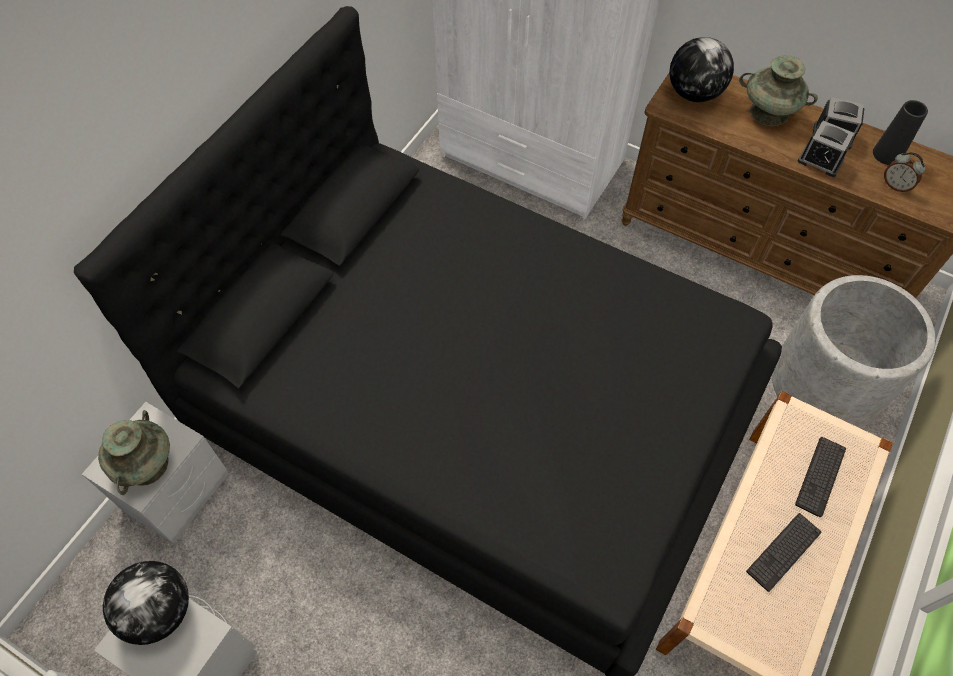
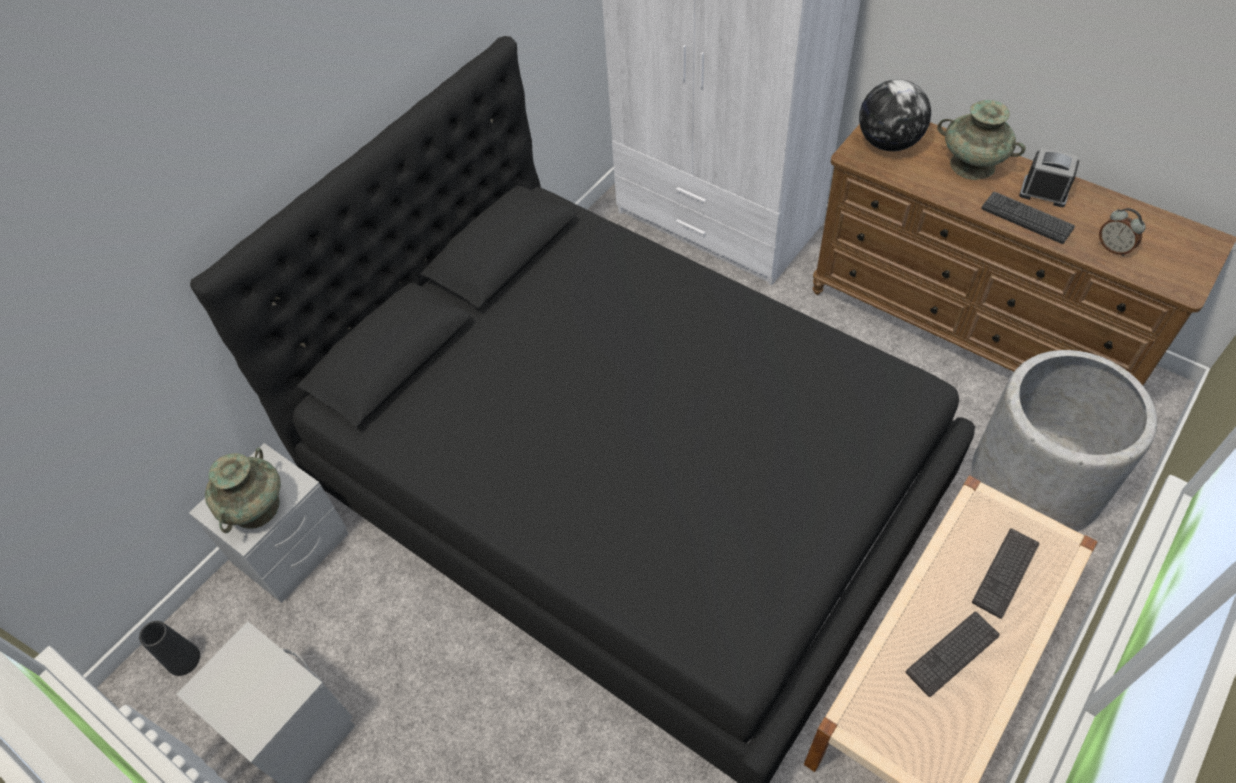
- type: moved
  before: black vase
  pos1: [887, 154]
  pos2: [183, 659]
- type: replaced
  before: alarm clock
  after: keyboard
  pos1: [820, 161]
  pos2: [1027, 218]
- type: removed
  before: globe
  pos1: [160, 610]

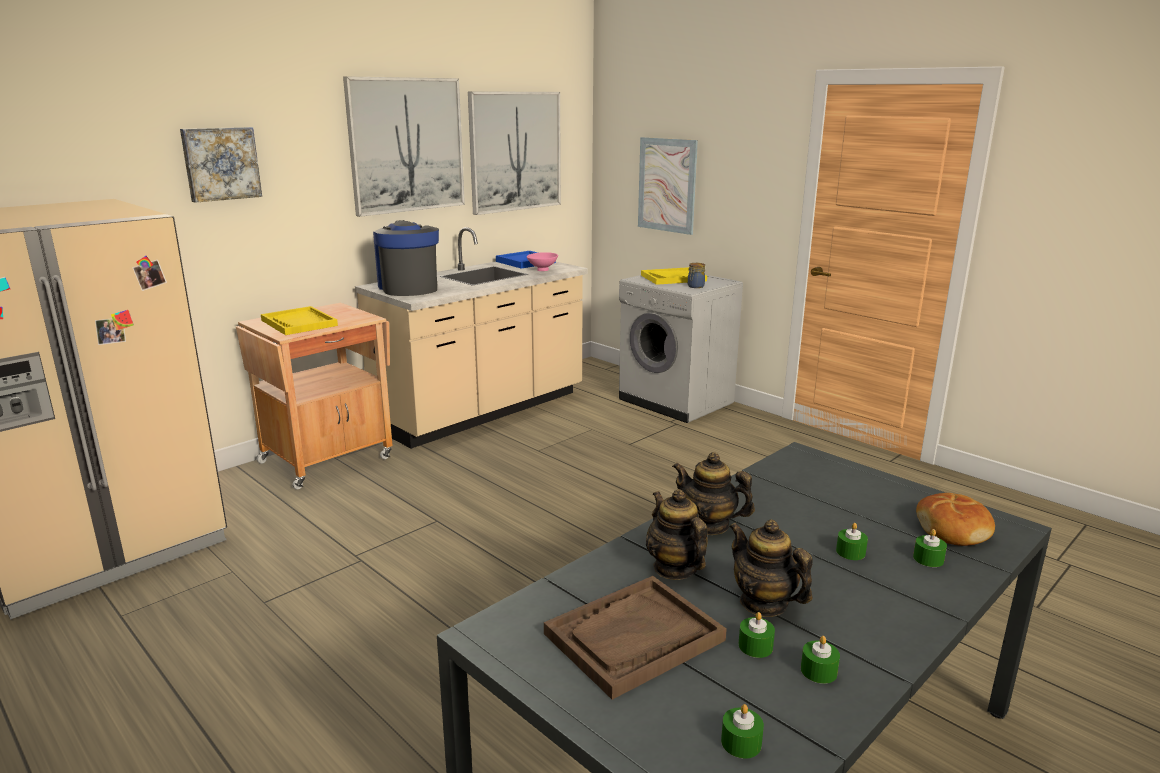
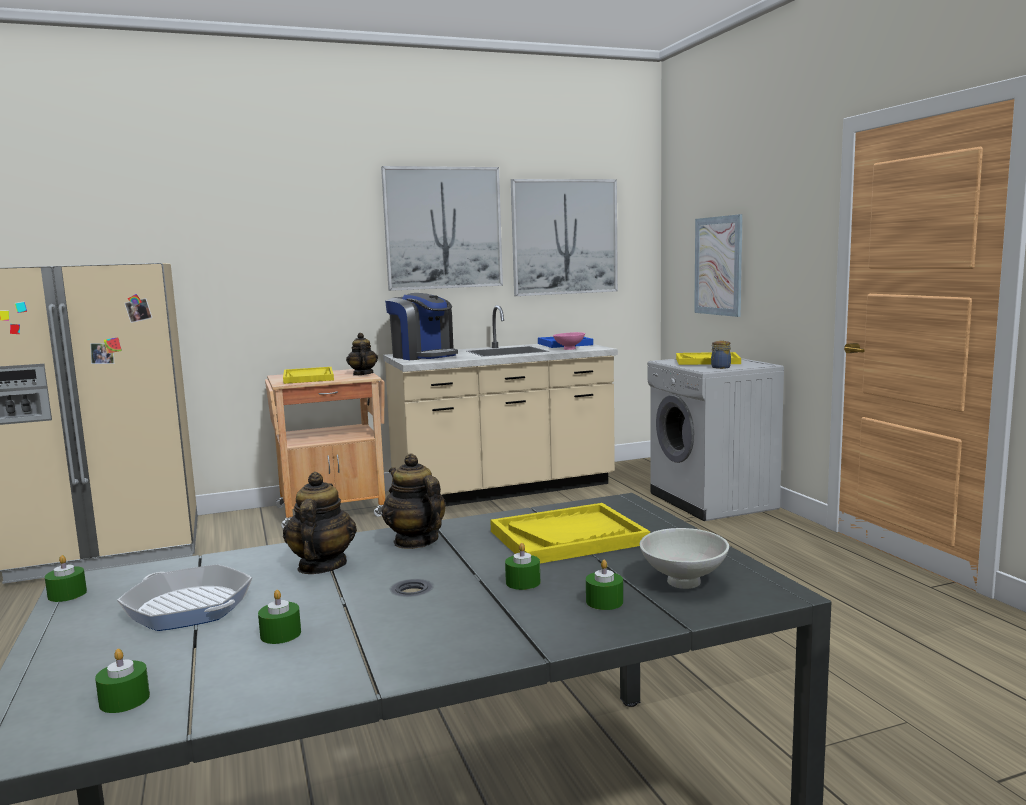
- type: moved
  before: green candle
  pos1: [818, 671]
  pos2: [67, 594]
- type: replaced
  before: brown tray
  after: frying pan
  pos1: [634, 637]
  pos2: [188, 606]
- type: moved
  before: teapot
  pos1: [764, 603]
  pos2: [362, 374]
- type: turned
  before: coffee machine
  pos1: [408, 287]
  pos2: [423, 356]
  turn: 135
- type: added
  after: yellow tray
  pos2: [568, 537]
- type: replaced
  before: bread
  after: white bowl
  pos1: [953, 530]
  pos2: [685, 583]
- type: removed
  before: picture
  pos1: [221, 163]

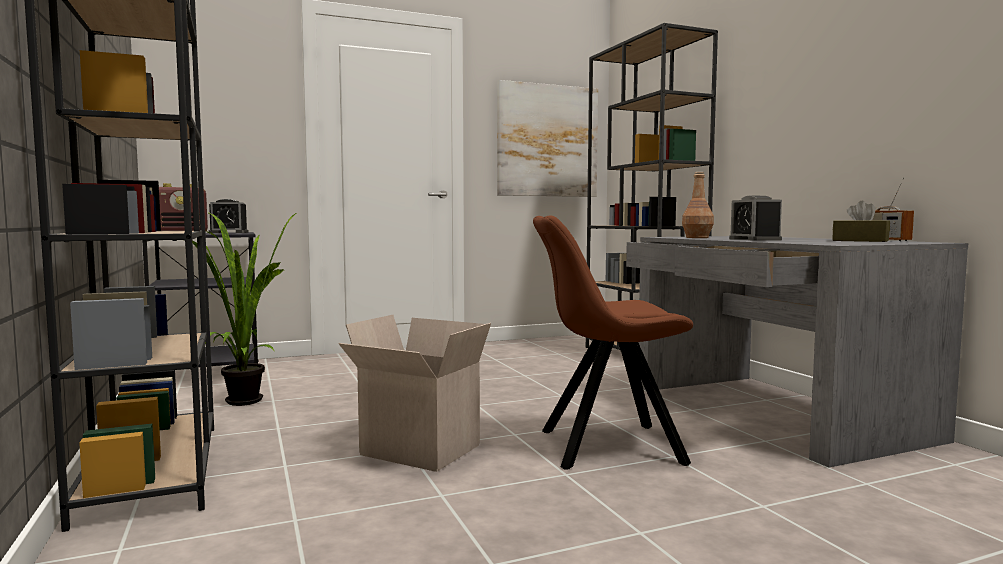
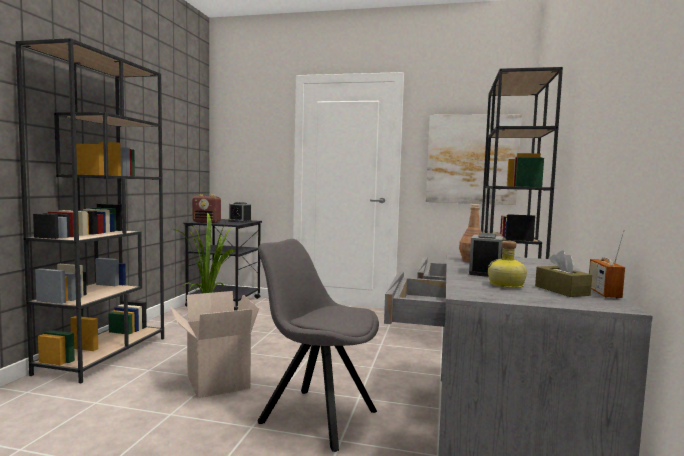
- type: recoloured
  before: brown chair
  after: grey chair
  pos1: [609, 446]
  pos2: [317, 417]
- type: added
  after: bottle
  pos2: [506, 285]

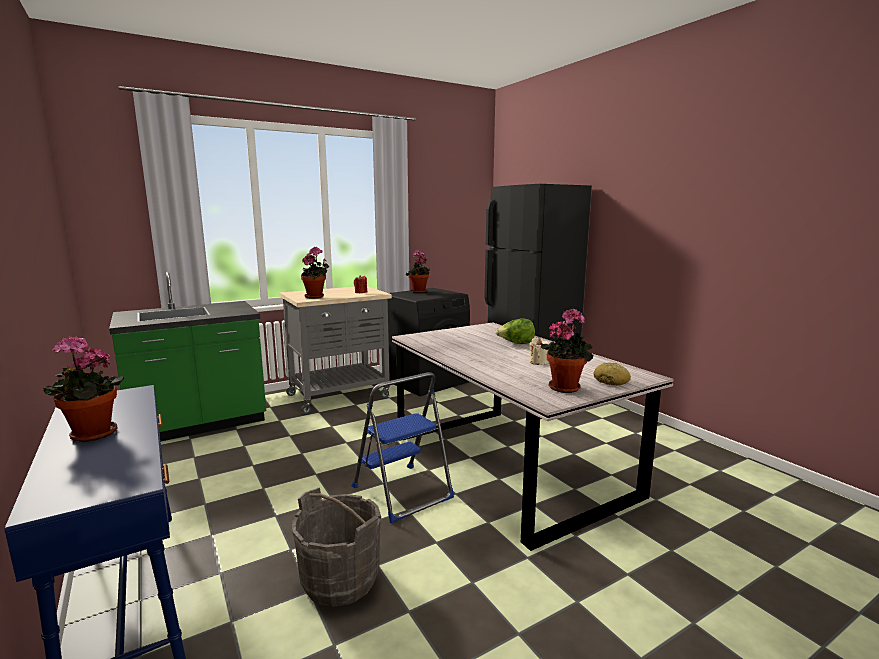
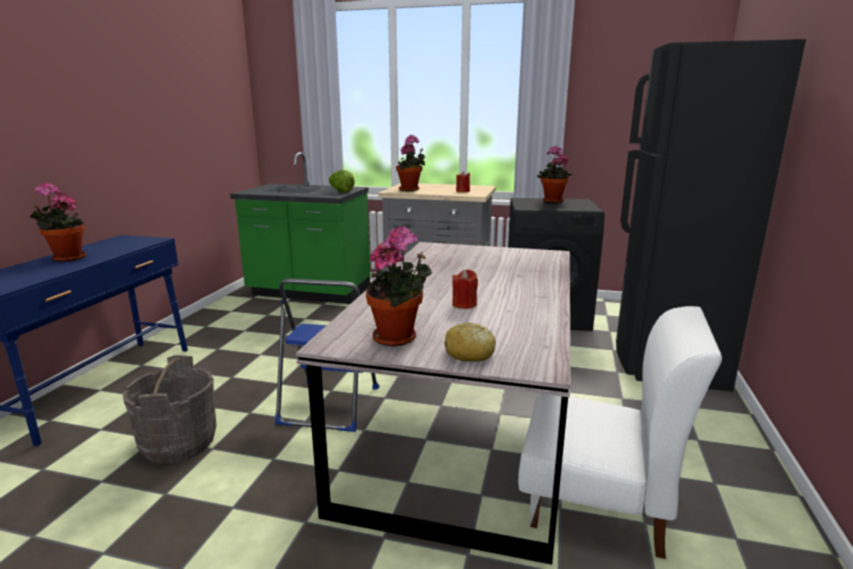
- type: moved
  before: lettuce
  pos1: [516, 344]
  pos2: [341, 191]
- type: recoloured
  before: beige candle
  after: red candle
  pos1: [538, 362]
  pos2: [464, 304]
- type: added
  after: white chair
  pos2: [596, 504]

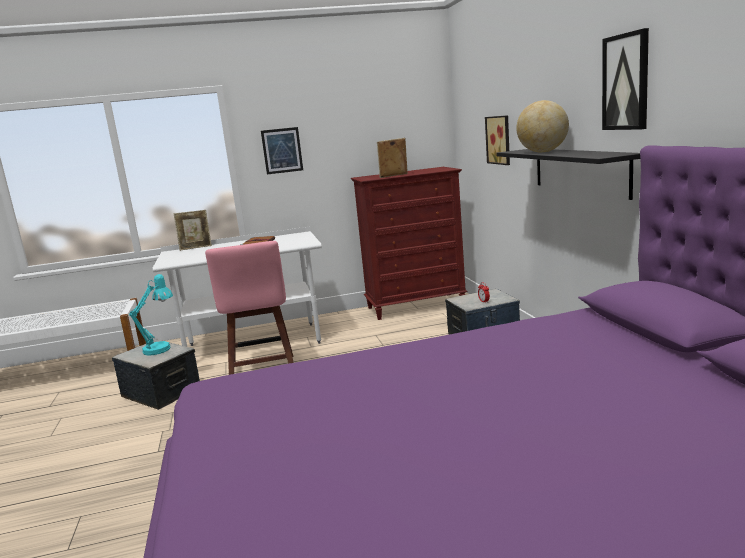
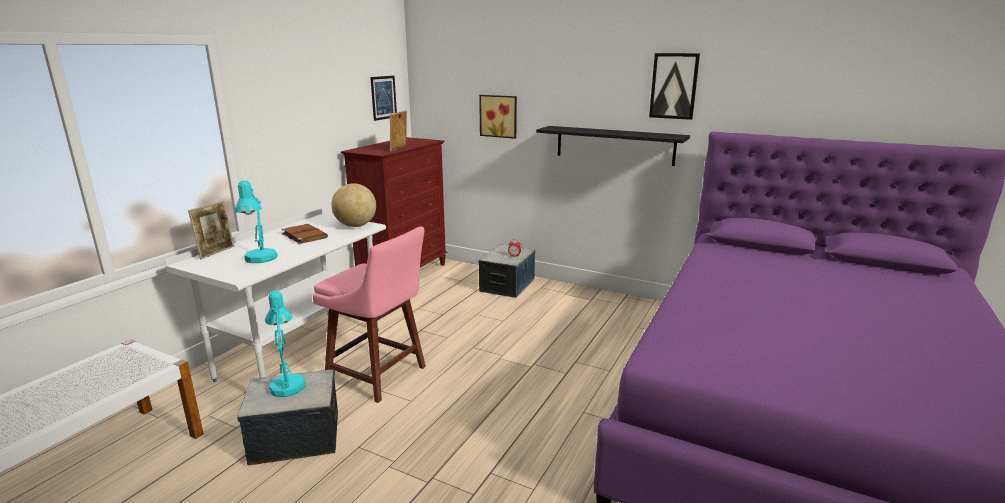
- type: added
  after: turquoise table lamp
  pos2: [260, 260]
- type: moved
  before: globe
  pos1: [542, 152]
  pos2: [356, 226]
- type: moved
  before: picture
  pos1: [282, 150]
  pos2: [383, 97]

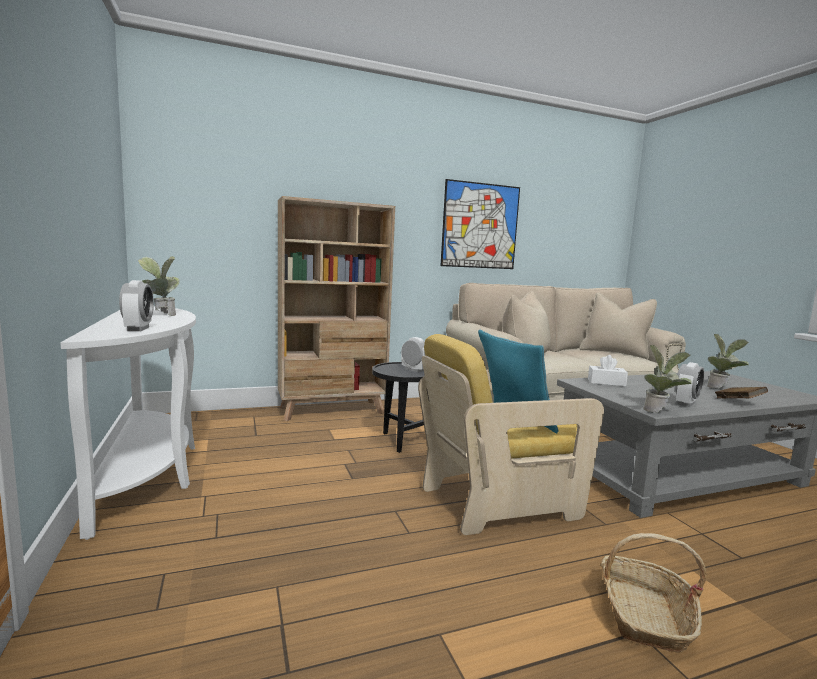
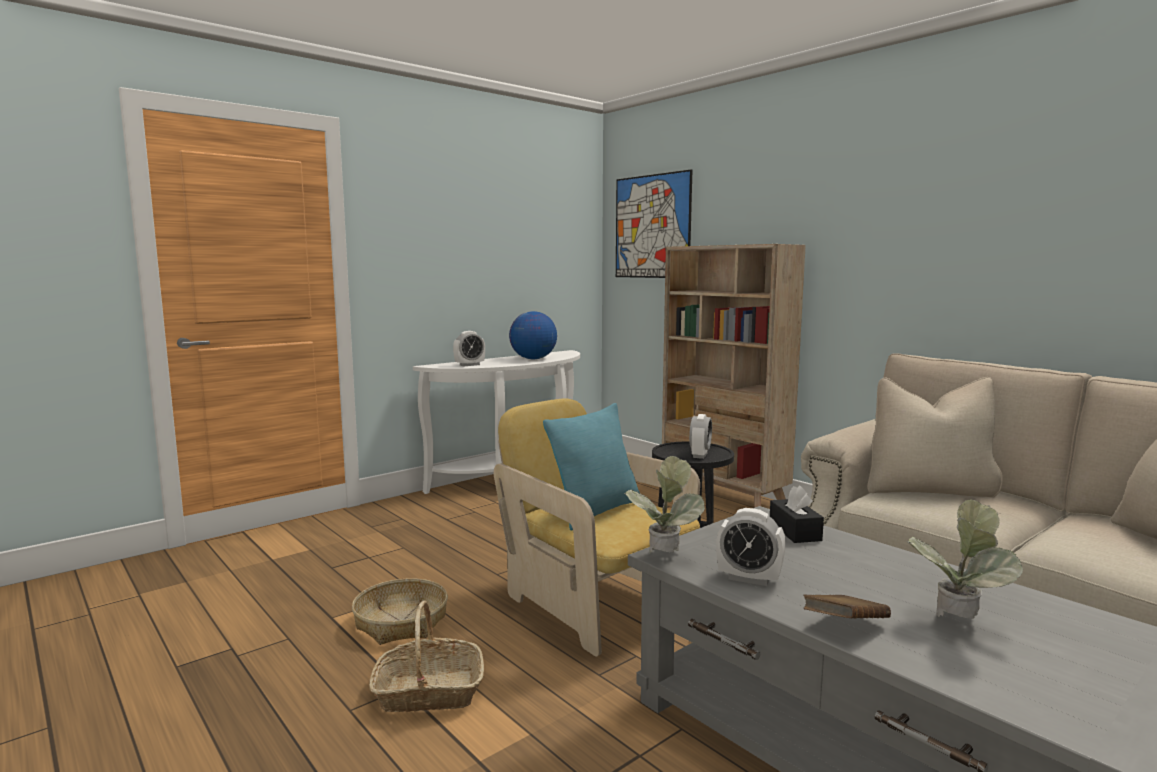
- type: added
  after: basket
  pos2: [401, 622]
- type: replaced
  before: potted plant
  after: globe
  pos1: [160, 315]
  pos2: [533, 359]
- type: moved
  before: picture
  pos1: [480, 226]
  pos2: [652, 226]
- type: recoloured
  before: white tissue box
  after: black tissue box
  pos1: [606, 382]
  pos2: [794, 531]

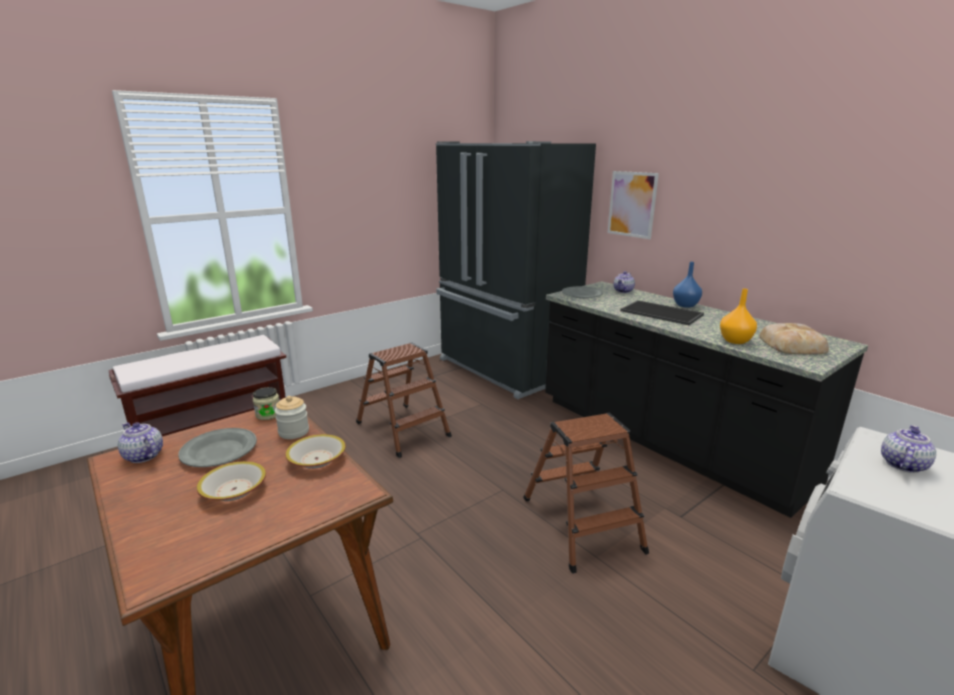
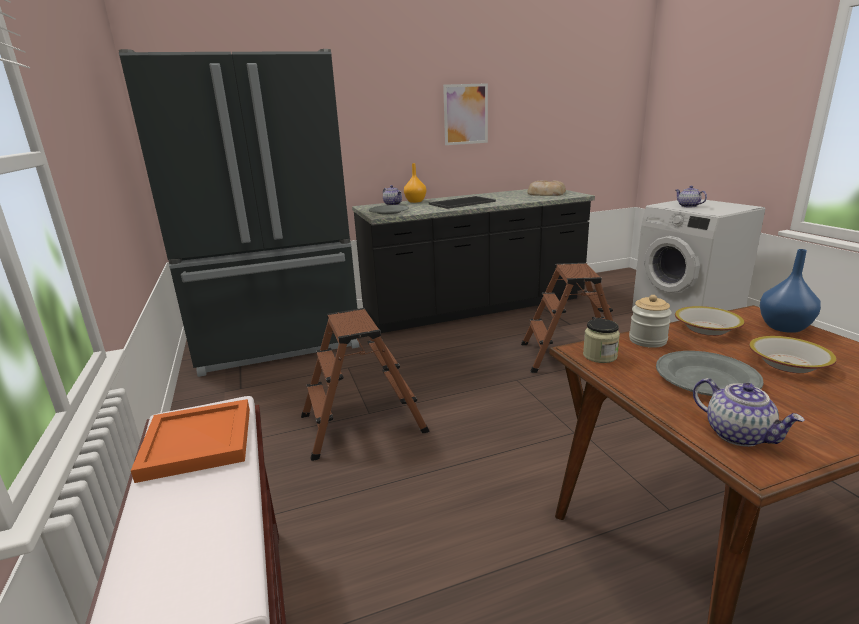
- type: added
  after: orange tray
  pos2: [199, 443]
- type: moved
  before: orange vase
  pos1: [736, 341]
  pos2: [416, 201]
- type: moved
  before: picture
  pos1: [632, 204]
  pos2: [465, 114]
- type: turned
  before: teapot
  pos1: [143, 456]
  pos2: [739, 434]
  turn: -90
- type: moved
  before: blue vase
  pos1: [686, 305]
  pos2: [784, 327]

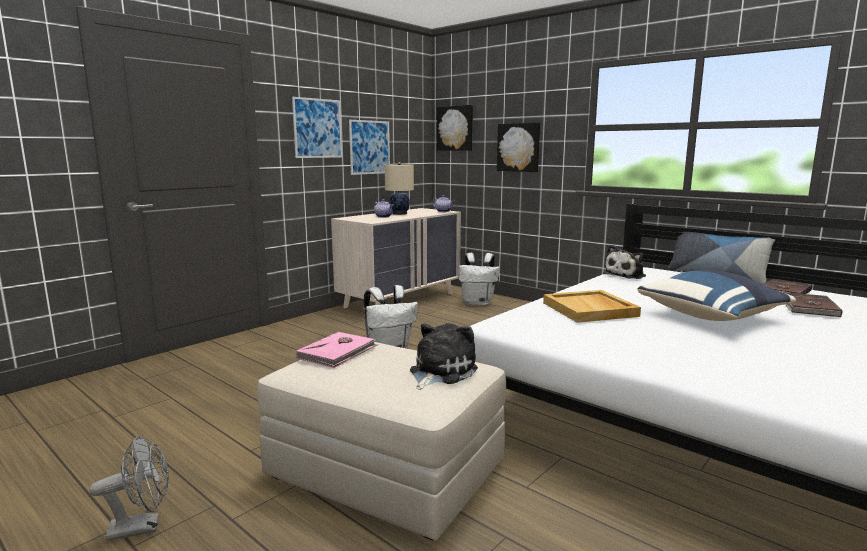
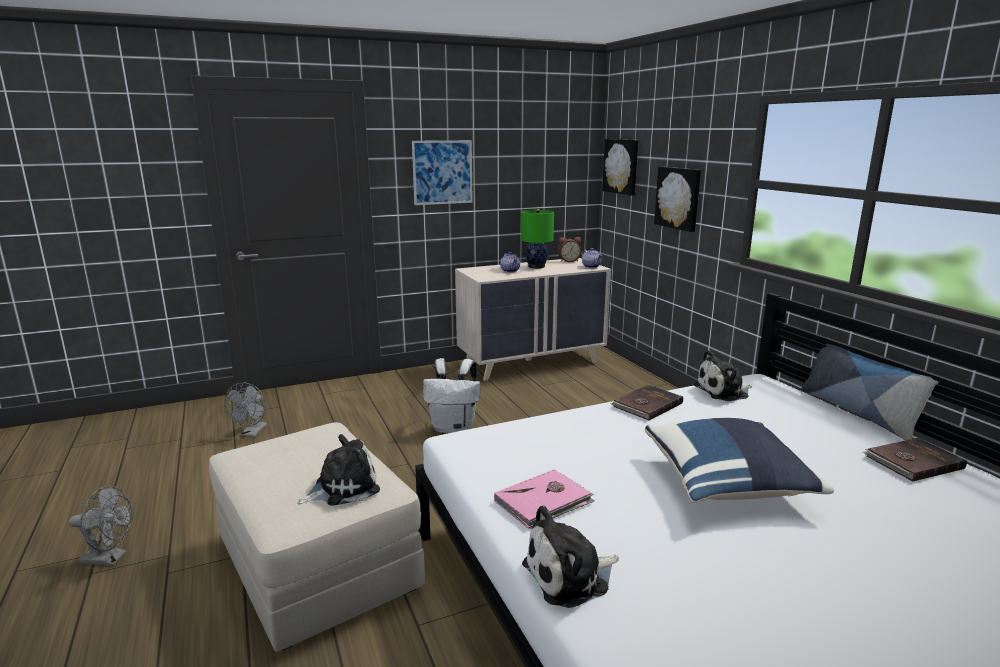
- type: added
  after: grey fan
  pos2: [252, 433]
- type: moved
  before: pink book
  pos1: [338, 352]
  pos2: [544, 502]
- type: recoloured
  before: beige table lamp
  after: green table lamp
  pos1: [399, 213]
  pos2: [536, 266]
- type: added
  after: plush toy
  pos2: [570, 576]
- type: added
  after: alarm clock
  pos2: [568, 261]
- type: moved
  before: brown book
  pos1: [808, 307]
  pos2: [646, 405]
- type: removed
  before: picture
  pos1: [369, 147]
- type: removed
  before: white backpack
  pos1: [478, 303]
- type: removed
  before: beige tray
  pos1: [590, 309]

